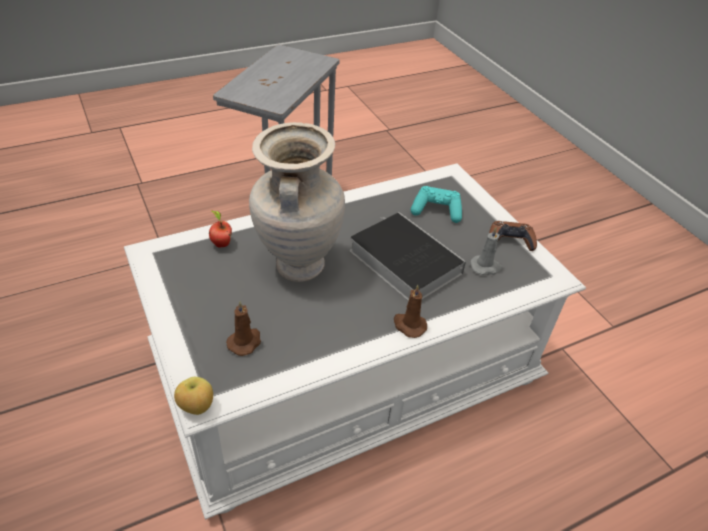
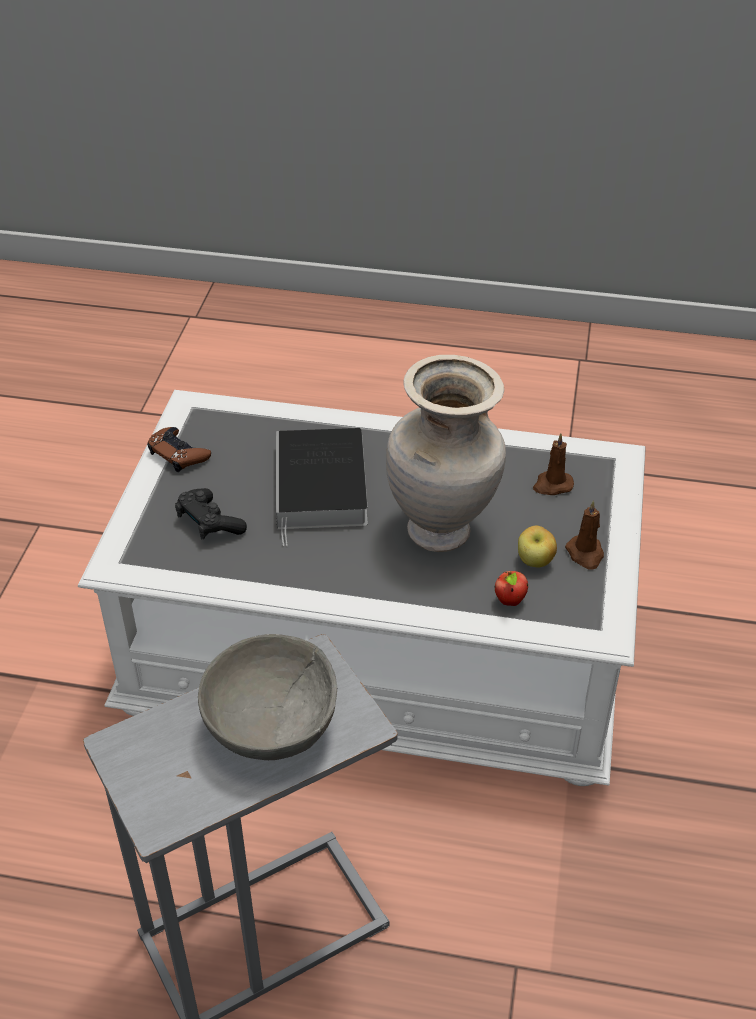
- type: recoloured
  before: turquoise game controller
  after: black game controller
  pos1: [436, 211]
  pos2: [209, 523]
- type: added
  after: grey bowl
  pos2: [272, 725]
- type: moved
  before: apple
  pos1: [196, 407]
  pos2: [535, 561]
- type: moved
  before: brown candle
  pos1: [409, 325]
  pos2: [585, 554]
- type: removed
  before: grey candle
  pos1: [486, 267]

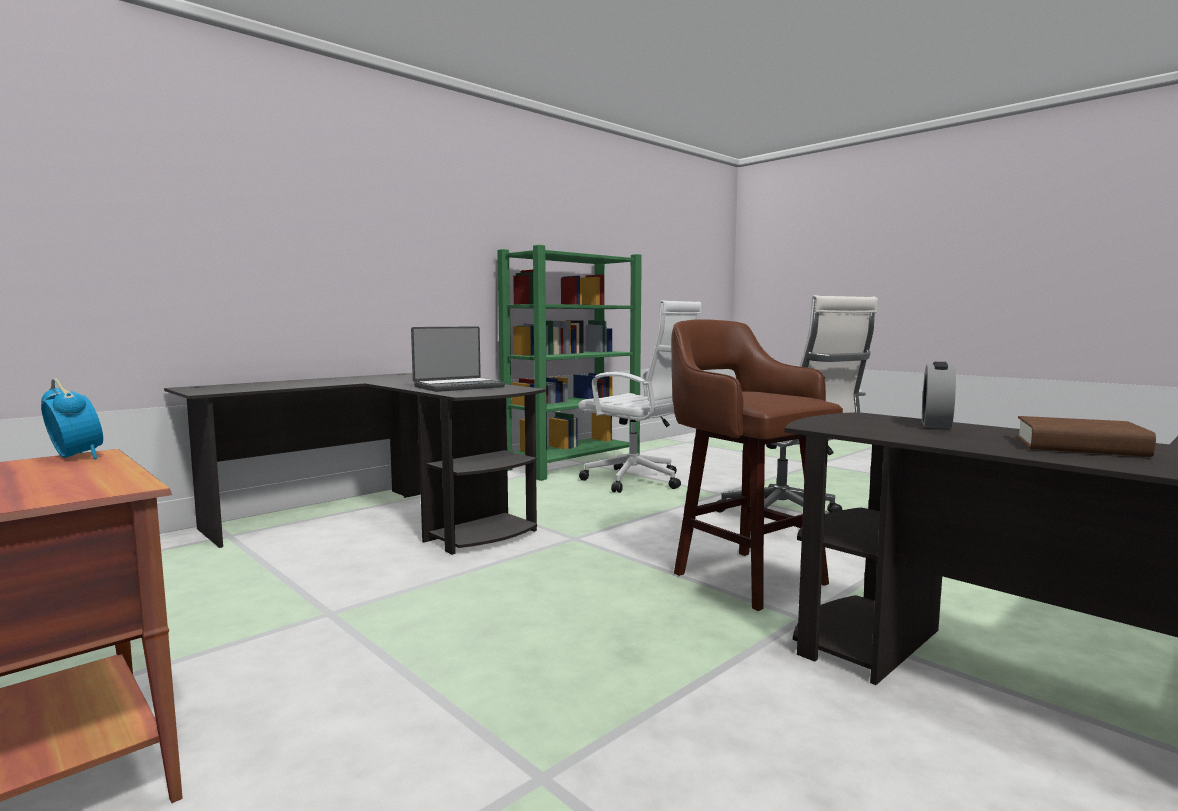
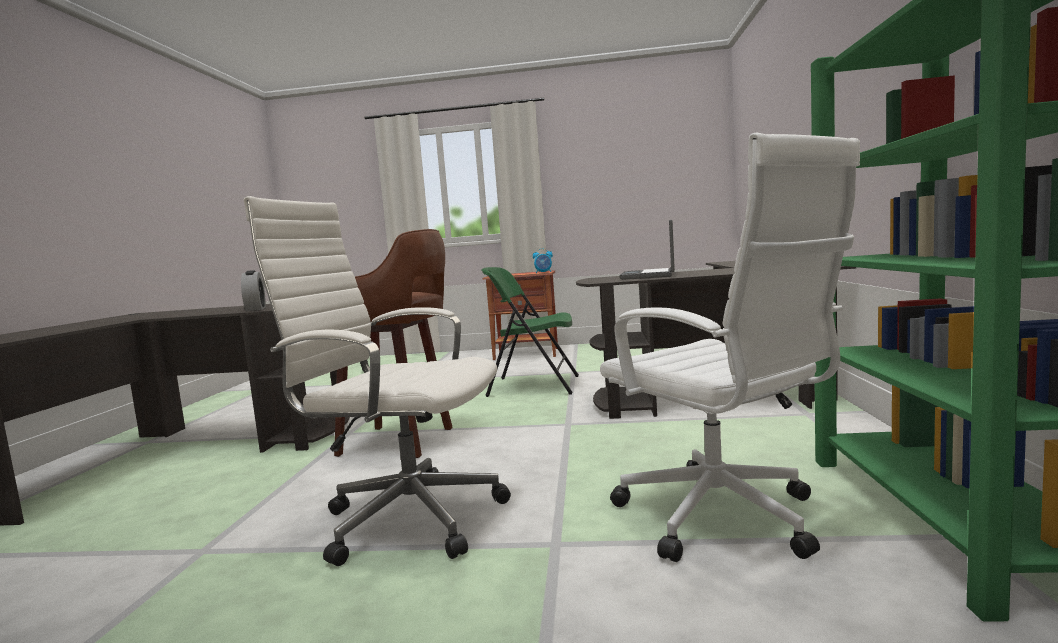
- type: added
  after: green chair
  pos2: [534, 386]
- type: turned
  before: white office chair
  pos1: [638, 481]
  pos2: [725, 519]
  turn: -120
- type: removed
  before: brown book
  pos1: [1079, 447]

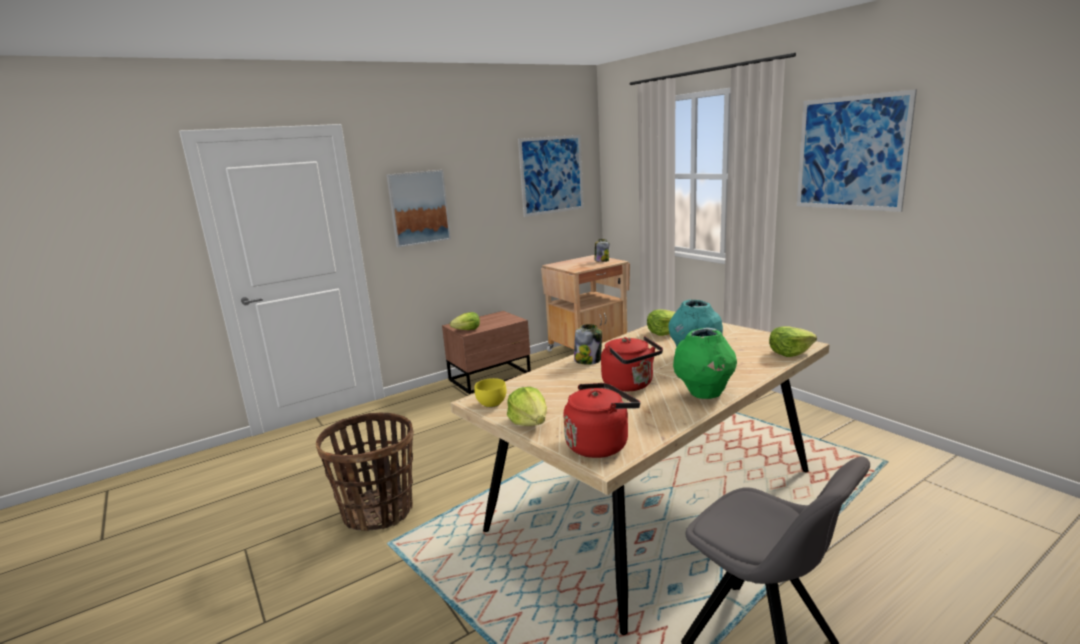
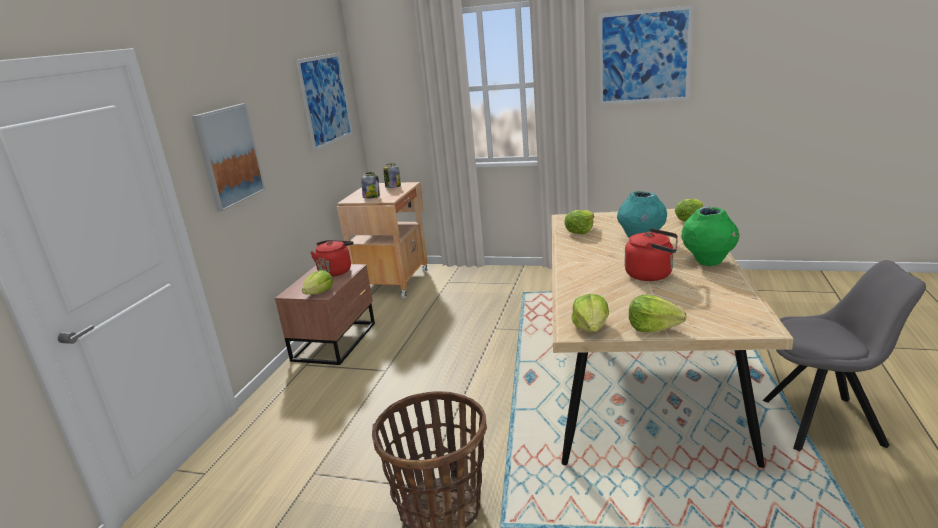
- type: moved
  before: red kettle
  pos1: [600, 444]
  pos2: [336, 271]
- type: moved
  before: jar
  pos1: [588, 360]
  pos2: [371, 196]
- type: replaced
  before: yellow bowl
  after: lettuce
  pos1: [493, 404]
  pos2: [591, 327]

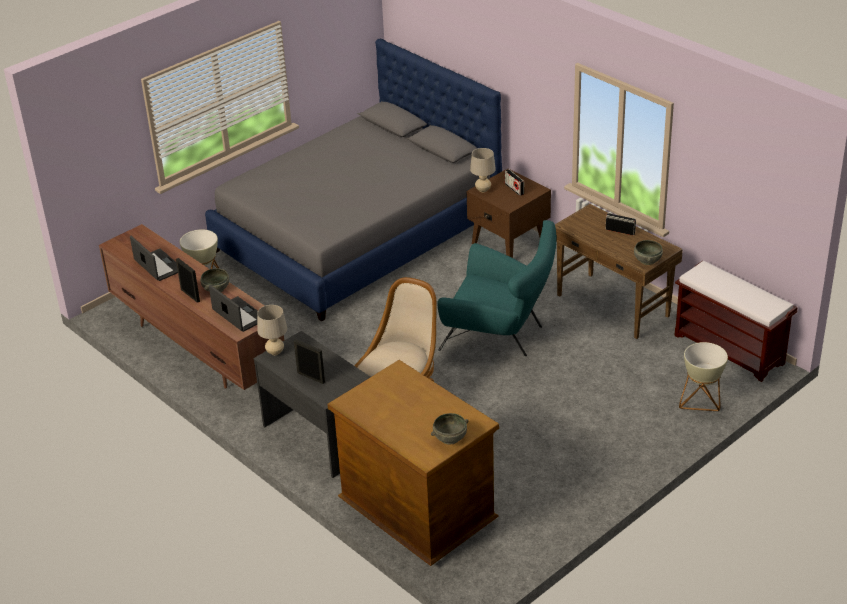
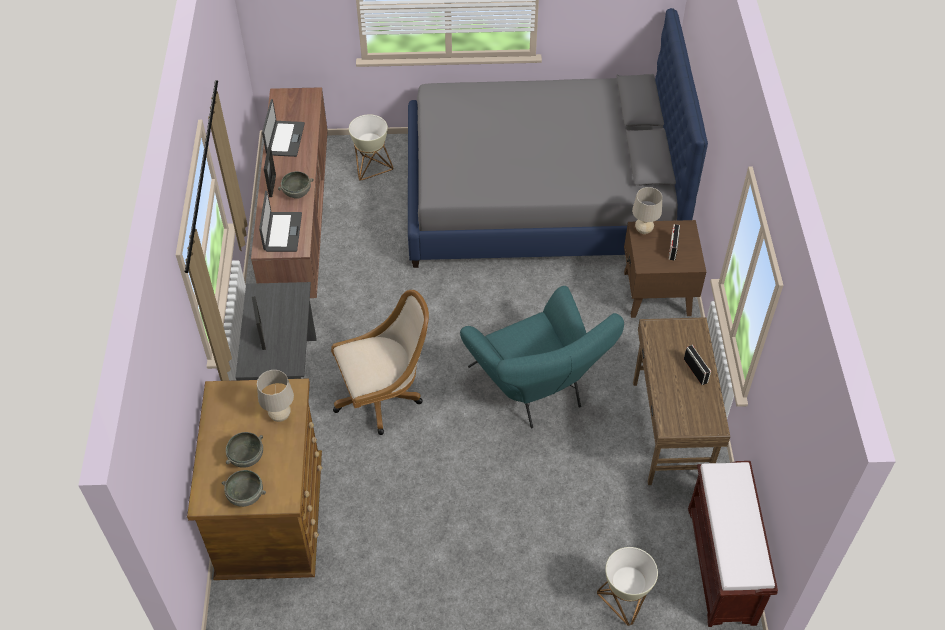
- type: moved
  before: grey bowl
  pos1: [647, 260]
  pos2: [246, 457]
- type: moved
  before: beige table lamp
  pos1: [275, 352]
  pos2: [280, 416]

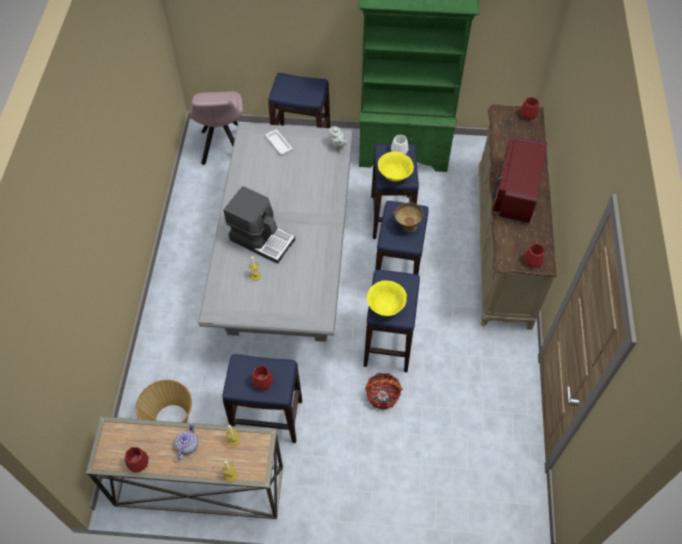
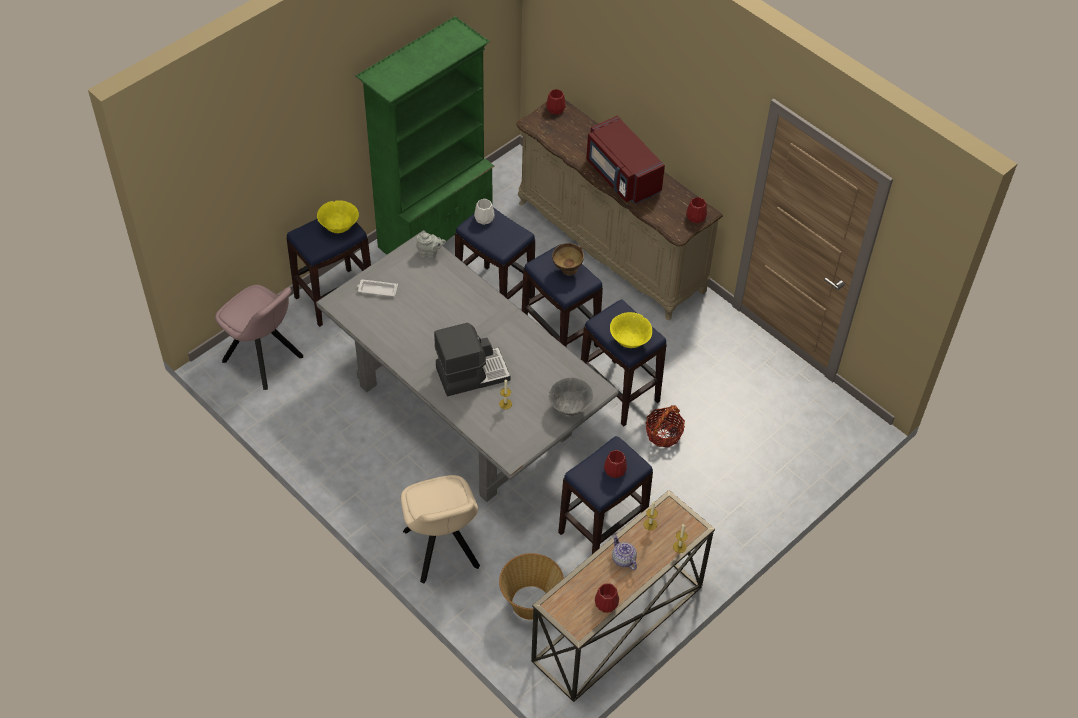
- type: moved
  before: yellow bowl
  pos1: [394, 176]
  pos2: [338, 227]
- type: added
  after: beige chair
  pos2: [442, 549]
- type: added
  after: grey bowl
  pos2: [570, 408]

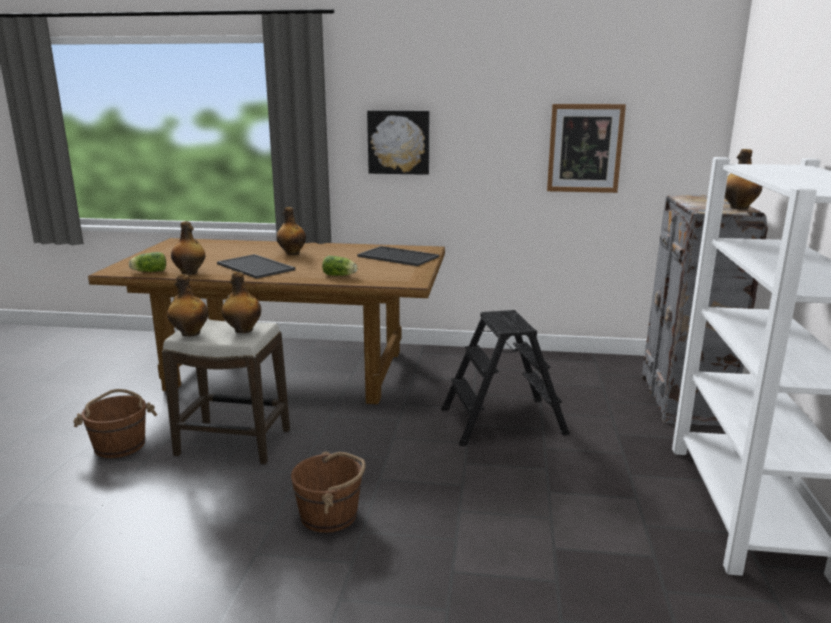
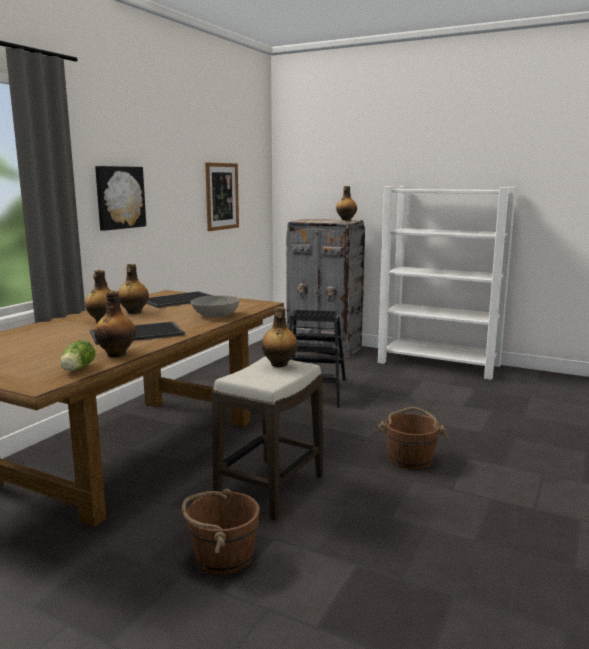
- type: moved
  before: bottle
  pos1: [190, 333]
  pos2: [133, 312]
- type: replaced
  before: lettuce
  after: grey bowl
  pos1: [340, 275]
  pos2: [215, 315]

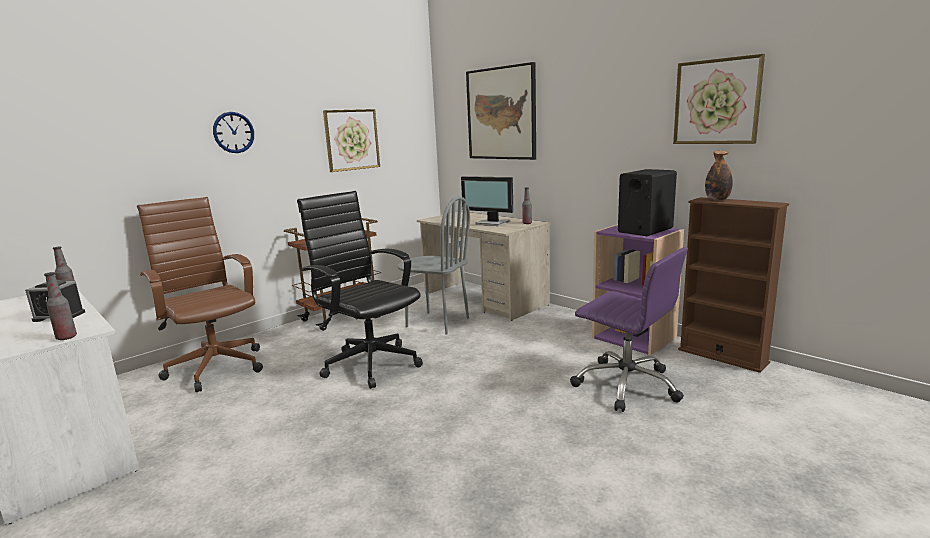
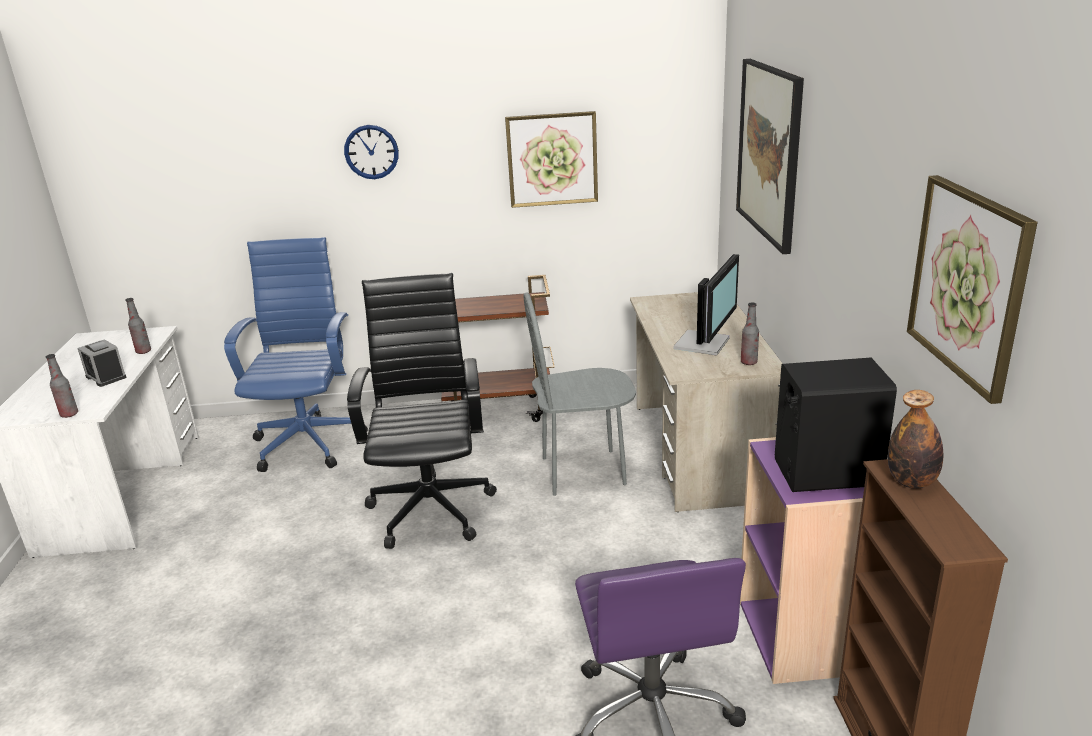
- type: recoloured
  before: brown office chair
  after: blue office chair
  pos1: [215, 367]
  pos2: [309, 441]
- type: turned
  before: grey chair
  pos1: [437, 322]
  pos2: [583, 471]
  turn: 105
- type: turned
  before: monitor
  pos1: [492, 223]
  pos2: [704, 343]
  turn: -135

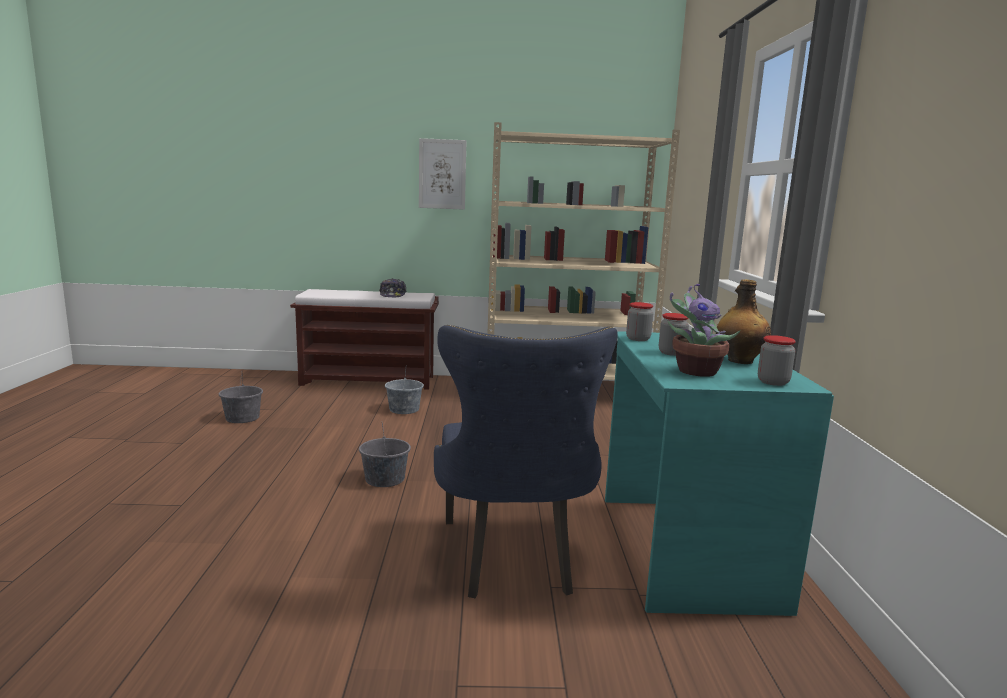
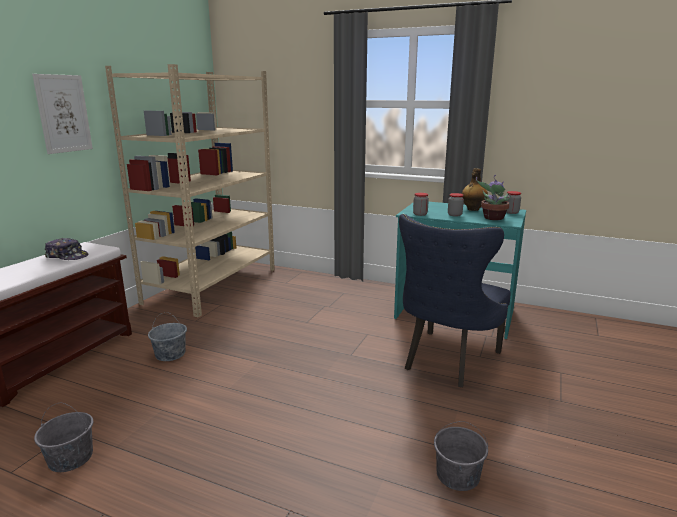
- type: turned
  before: blue chair
  pos1: [512, 557]
  pos2: [447, 360]
  turn: 105
- type: moved
  before: grey bucket
  pos1: [385, 479]
  pos2: [458, 475]

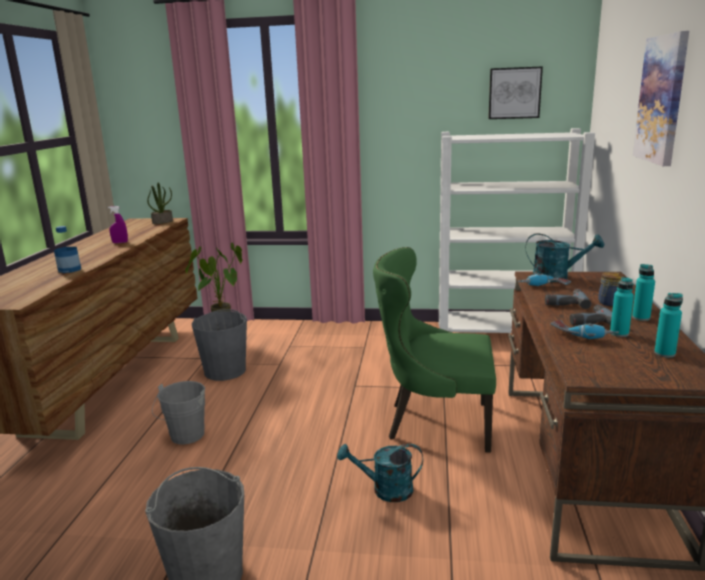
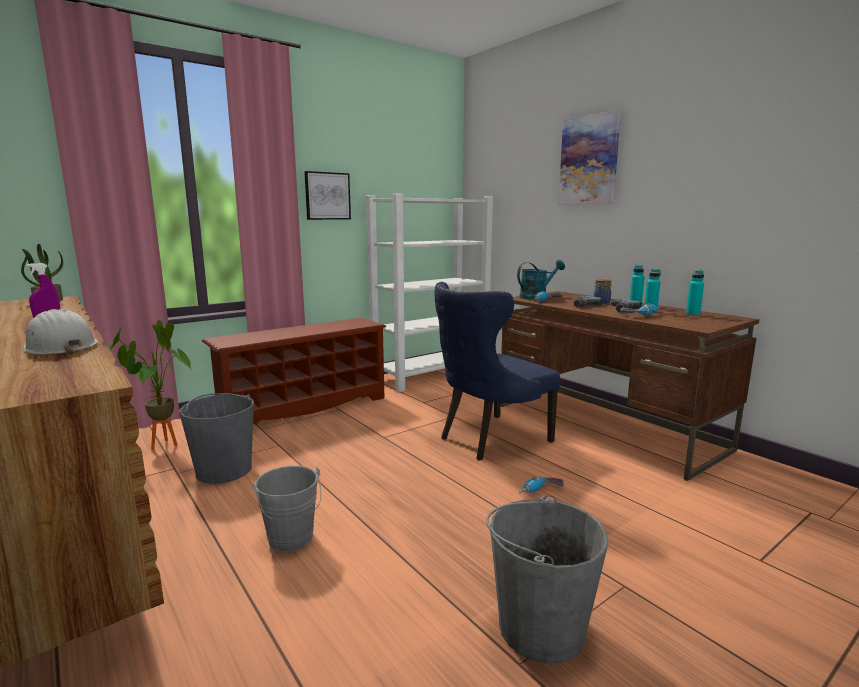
- type: replaced
  before: bottle
  after: white hard hat
  pos1: [69, 269]
  pos2: [60, 347]
- type: added
  after: brown shoe rack
  pos2: [304, 408]
- type: moved
  before: picture
  pos1: [514, 93]
  pos2: [327, 196]
- type: recoloured
  before: green chair
  after: blue chair
  pos1: [434, 423]
  pos2: [489, 439]
- type: replaced
  before: turquoise watering can
  after: power drill
  pos1: [385, 490]
  pos2: [540, 492]

